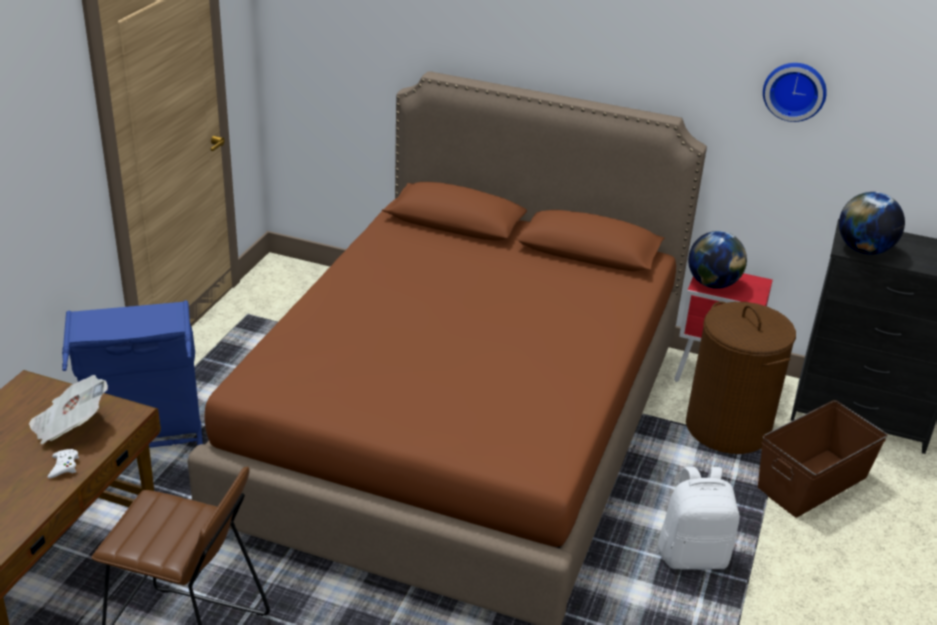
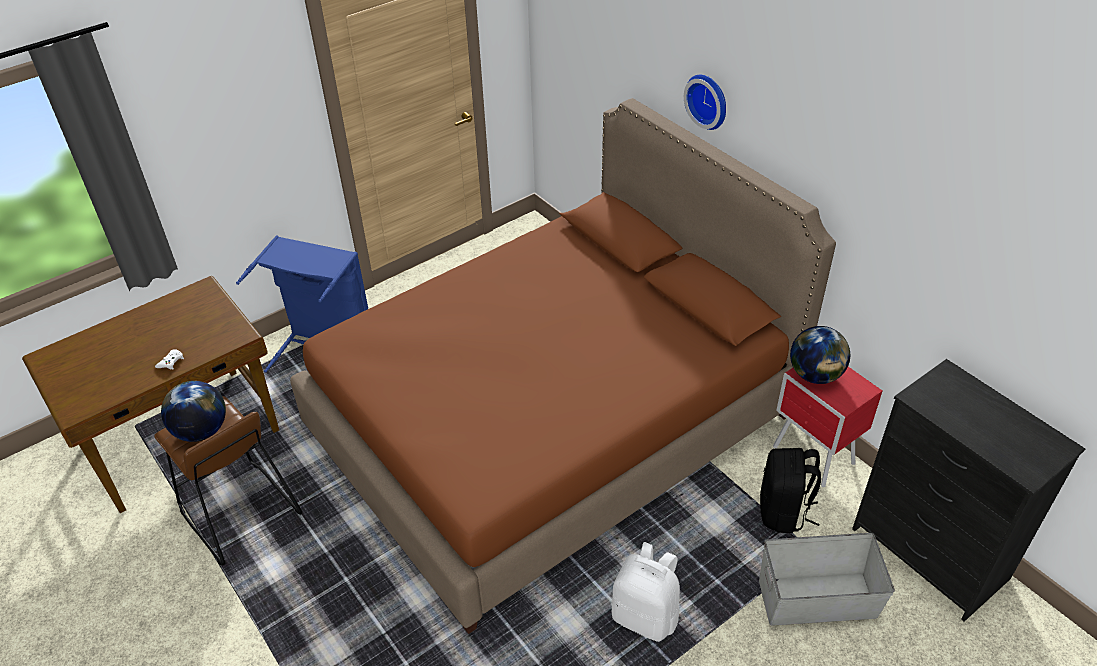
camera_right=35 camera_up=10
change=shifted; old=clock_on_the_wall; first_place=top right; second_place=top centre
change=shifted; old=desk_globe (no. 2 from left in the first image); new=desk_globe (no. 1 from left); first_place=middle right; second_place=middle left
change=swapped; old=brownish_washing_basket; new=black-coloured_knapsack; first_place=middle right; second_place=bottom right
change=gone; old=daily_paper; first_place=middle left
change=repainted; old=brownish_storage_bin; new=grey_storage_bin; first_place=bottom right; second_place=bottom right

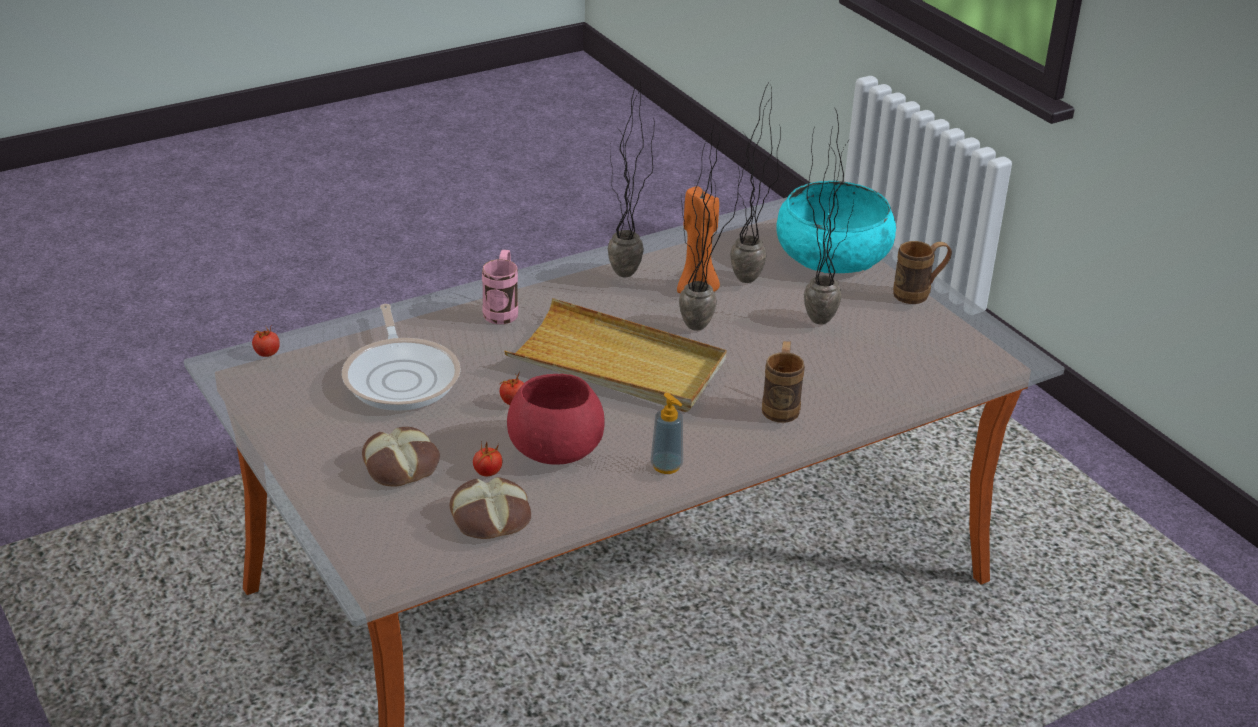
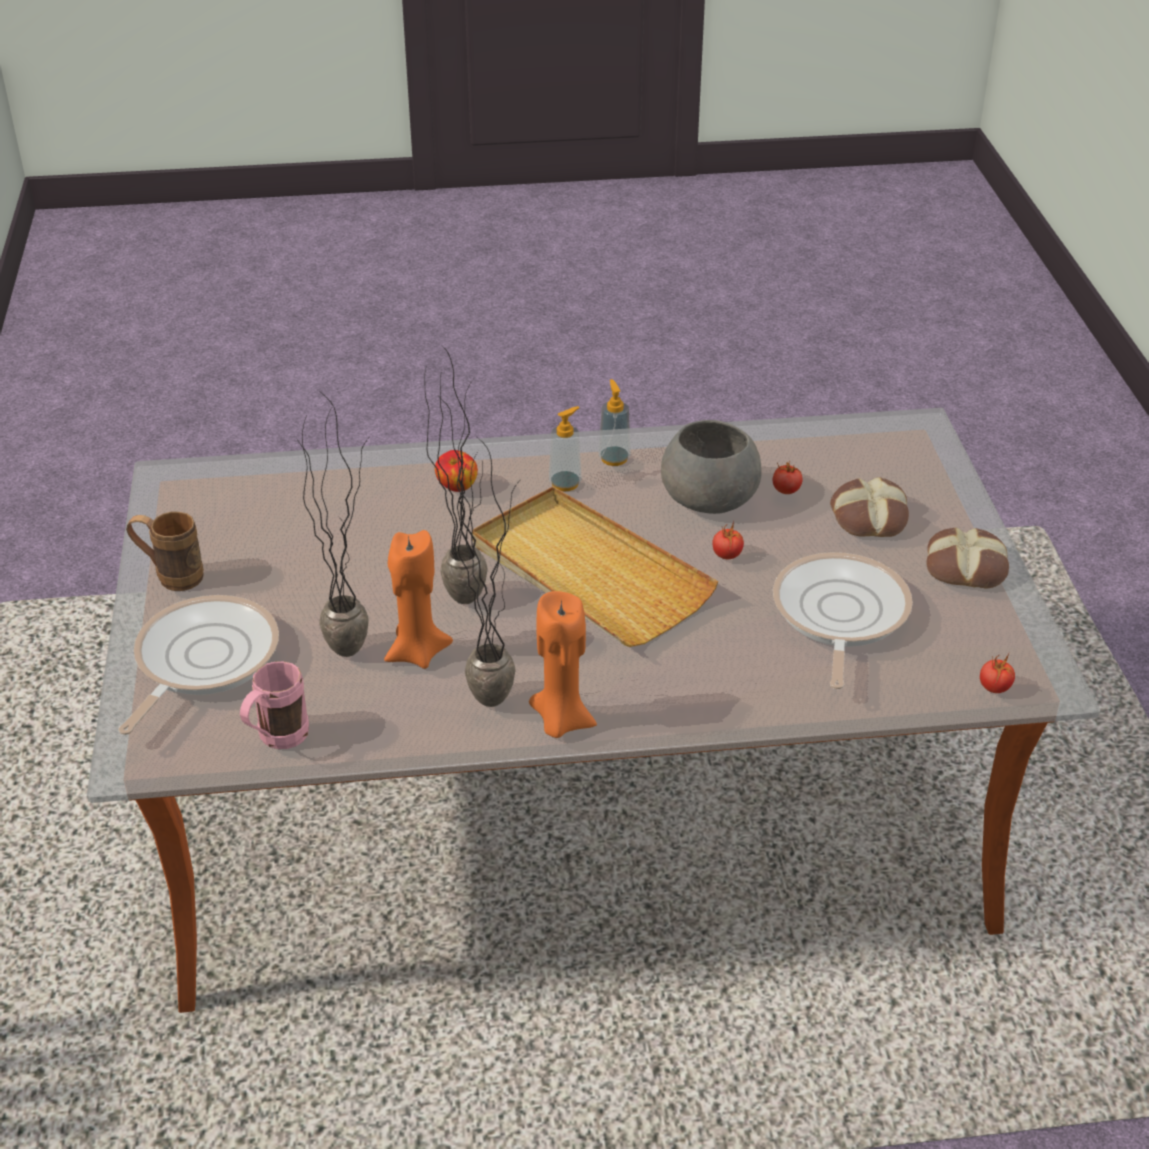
camera_right=-155 camera_up=5
change=gone; old=houseplant (no. 4 from left); first_place=top centre
change=swapped; old=turquoise-coloured_deep_dish; new=pan (no. 1 from left); first_place=top centre; second_place=middle left
change=shifted; old=pink-coloured_coffee_mug; first_place=centre; second_place=middle left
change=swapped; old=brownish_coffee_mug (no. 1 from left); new=whole_apple; first_place=centre; second_place=centre
change=repainted; old=red_deep_dish; new=grey_deep_dish; first_place=centre; second_place=centre
change=shifted; old=bread (no. 2 from left); first_place=bottom centre; second_place=middle right
change=new; new=soap_dispenser (no. 1 from left); second_place=centre
change=new; new=orange_wax_light (no. 2 from left); second_place=centre

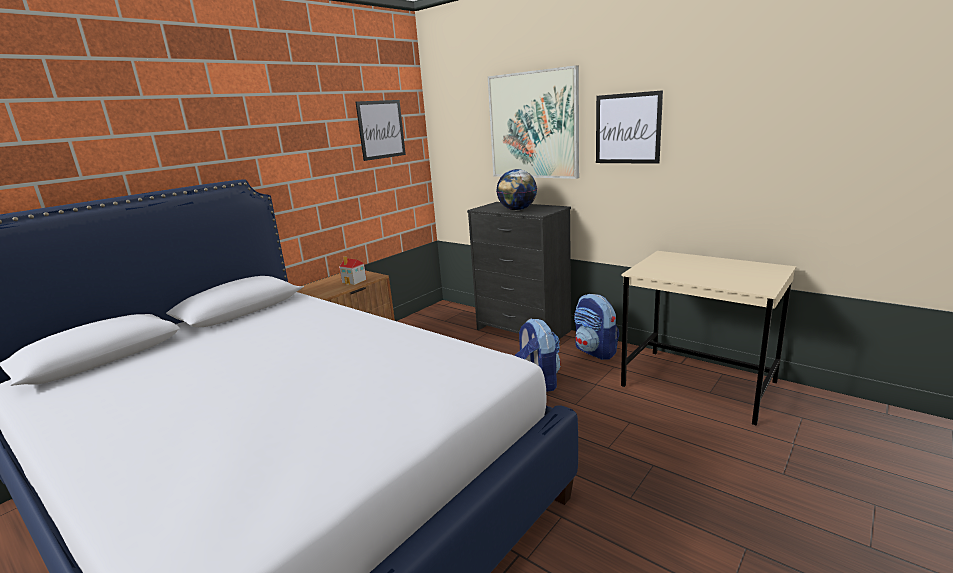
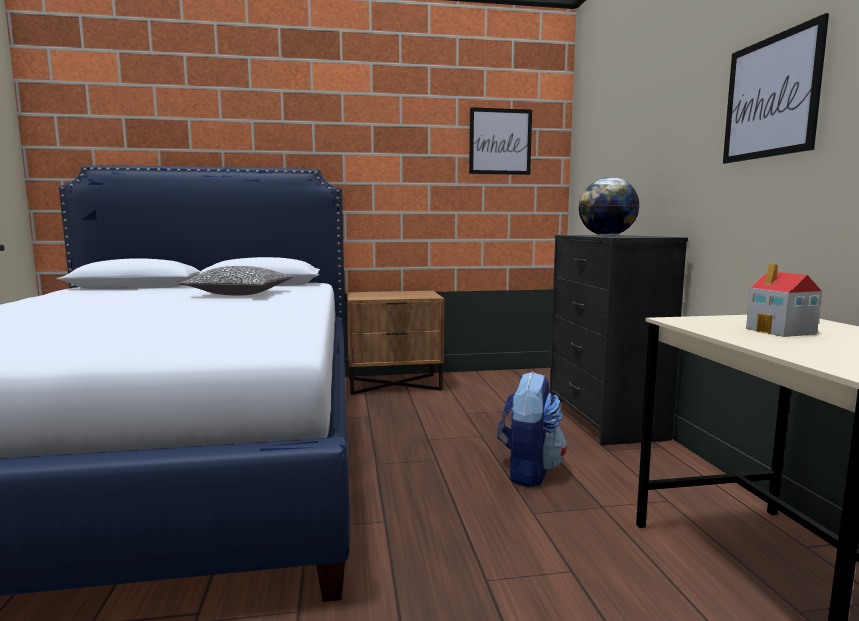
camera_right=40 camera_up=-10
change=gone; old=wall_picture (no. 2 from left); first_place=top centre
change=shifted; old=toy_house; first_place=centre; second_place=middle right
change=gone; old=knapsack (no. 2 from left); first_place=centre
change=new; new=pillow; second_place=middle left

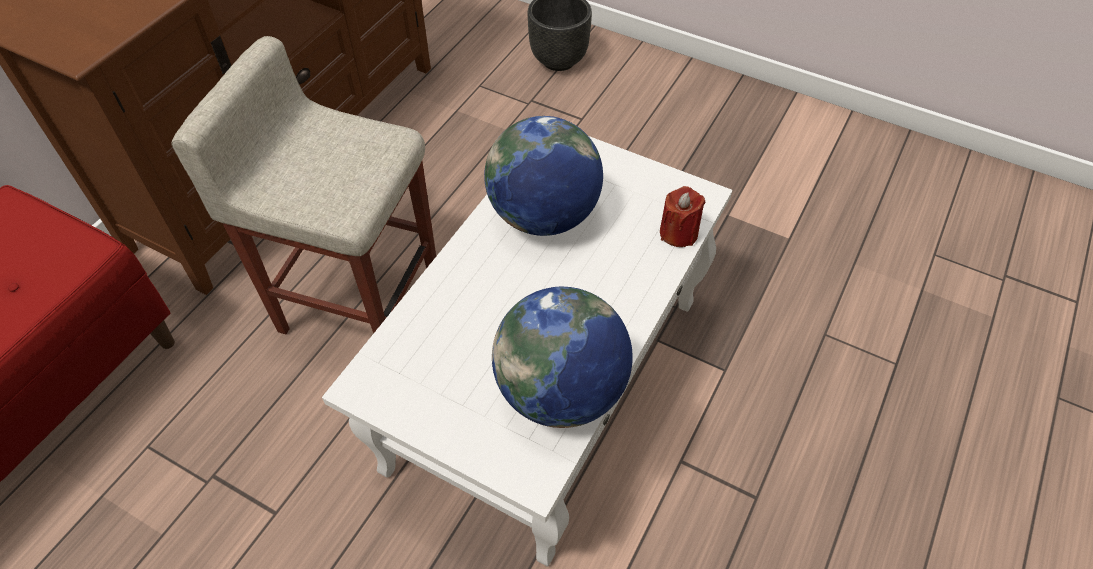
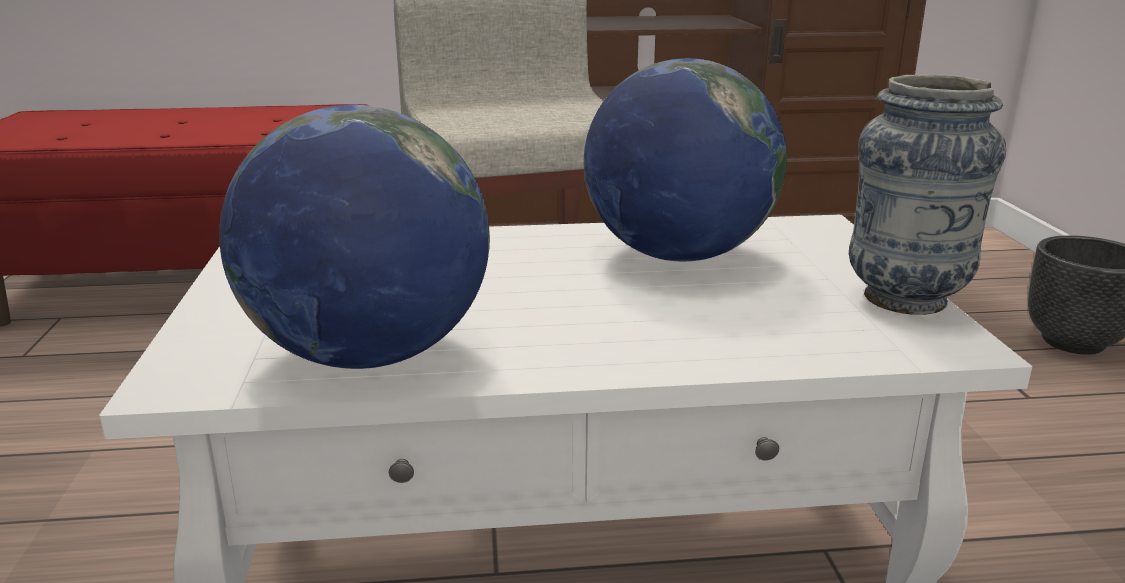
camera_right=55 camera_up=-30
change=gone; old=red_wax_light; first_place=centre
change=new; new=vase; second_place=middle right

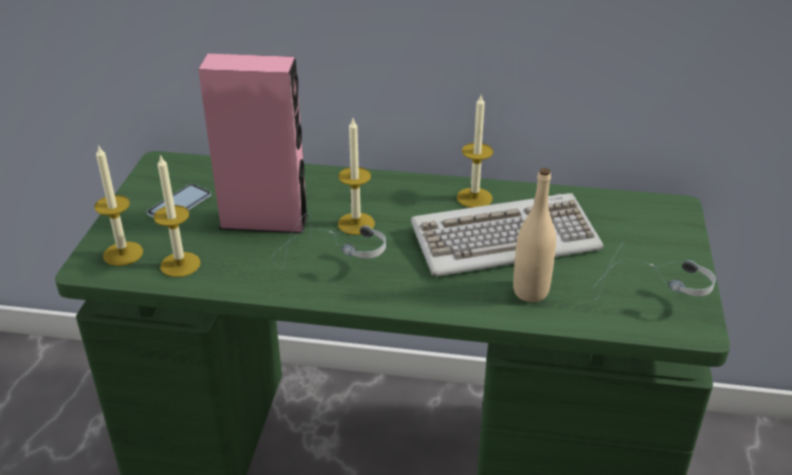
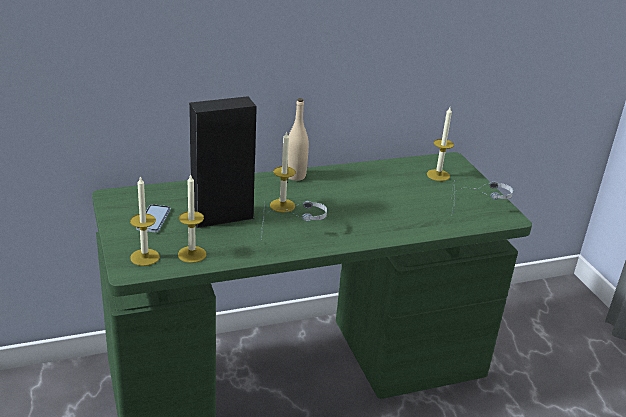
camera_right=-30 camera_up=-5
change=repainted; old=pink-coloured_loudspeaker; new=black-coloured_loudspeaker; first_place=top left; second_place=centre
change=shifted; old=wax_light (no. 4 from left); first_place=top centre; second_place=middle right
change=shifted; old=sand-coloured_beverage_bottle; first_place=middle right; second_place=centre
change=gone; old=PC_keyboard; first_place=centre

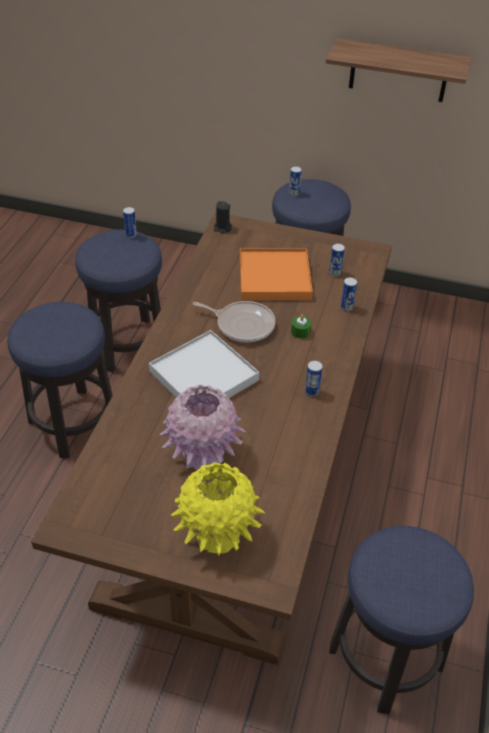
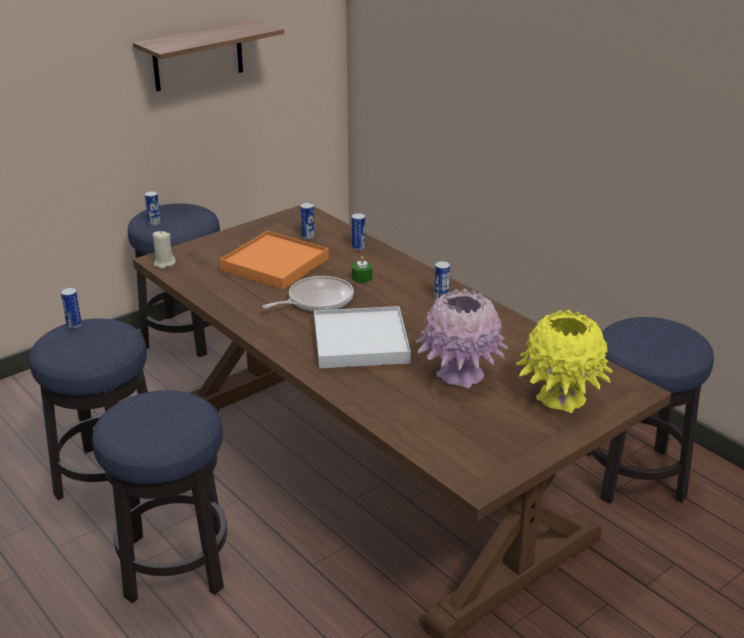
camera_right=-55 camera_up=-15
change=repainted; old=black-coloured_wax_light; new=sand-coloured_wax_light; first_place=top centre; second_place=middle left

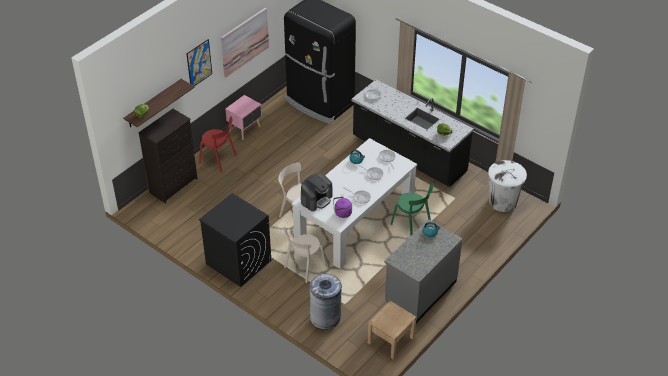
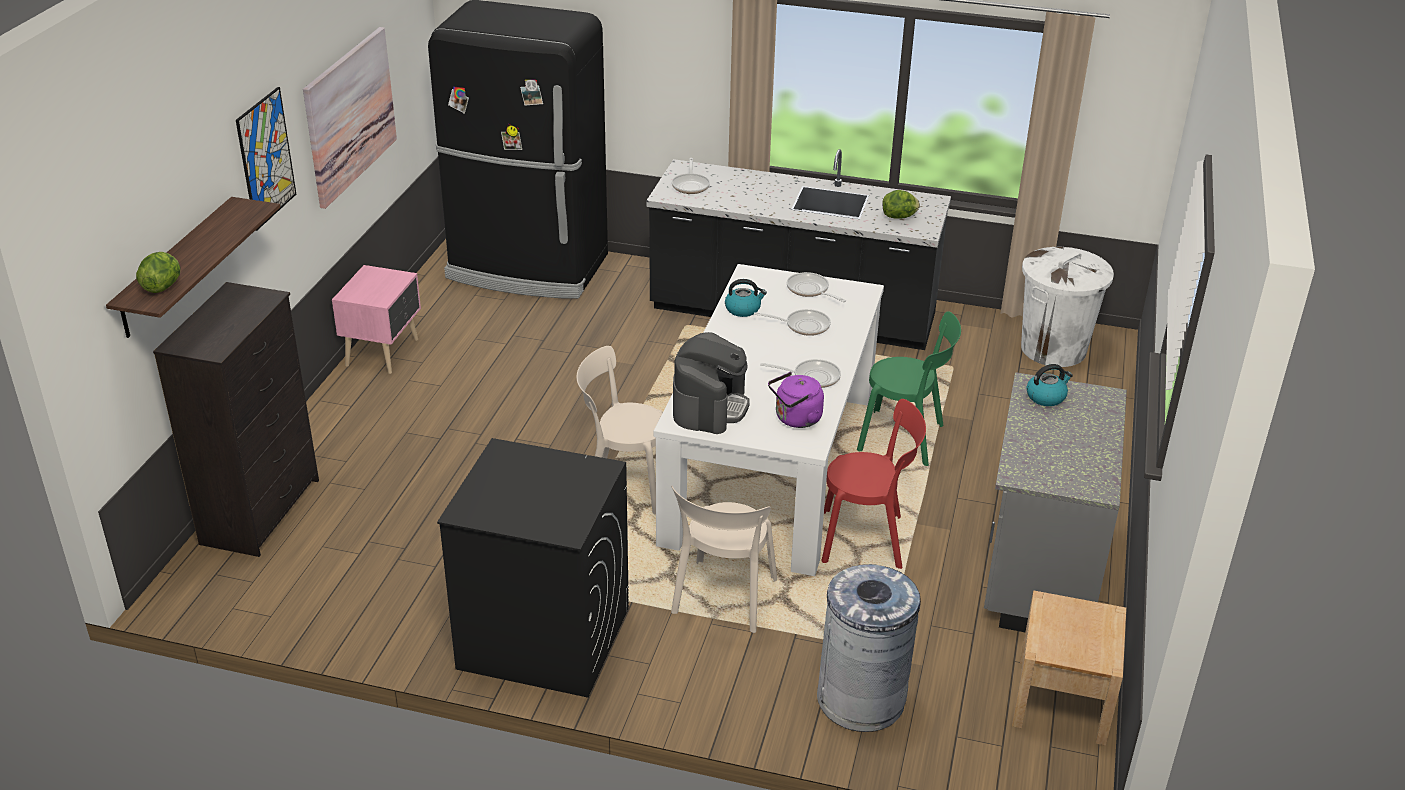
camera_right=-25 camera_up=-10
change=shifted; old=red_chair; first_place=middle left; second_place=centre

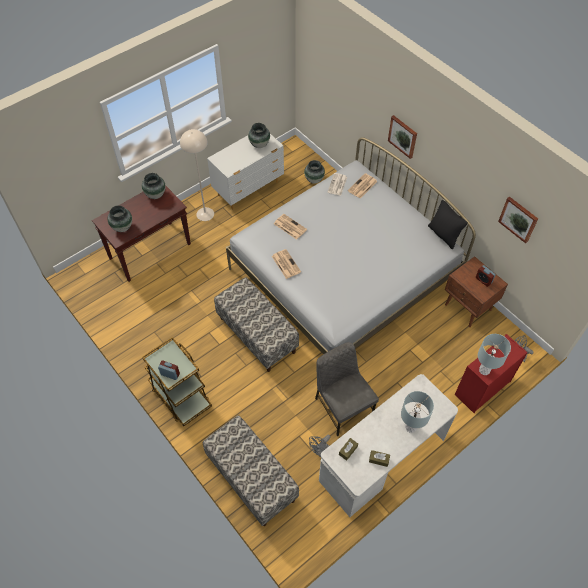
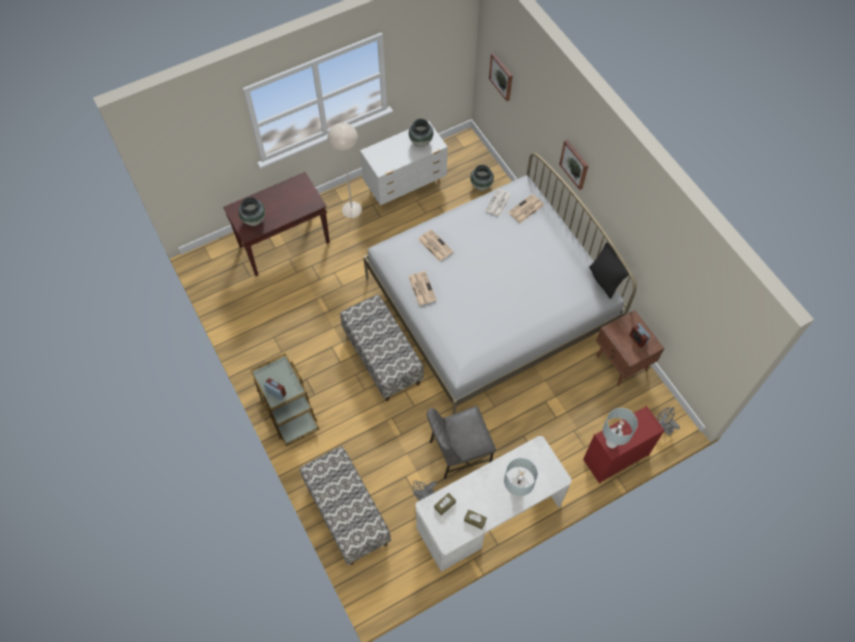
camera_right=10 camera_up=5
change=gone; old=vase (no. 2 from left); first_place=top left
change=shifted; old=wall_picture (no. 2 from left in the first image); new=wall_picture (no. 1 from left); first_place=middle right; second_place=top centre
change=rotated; old=grey_chair; first_place=centre; second_place=bottom centre; degrees=-90

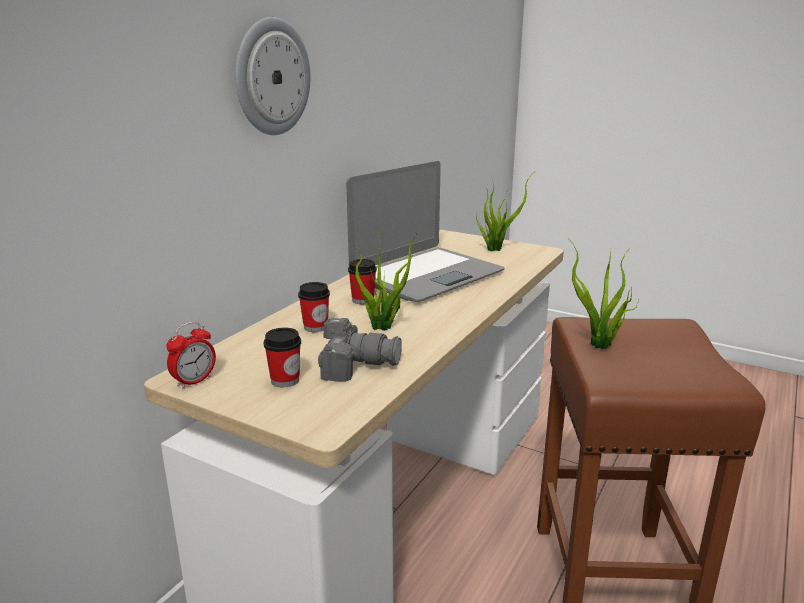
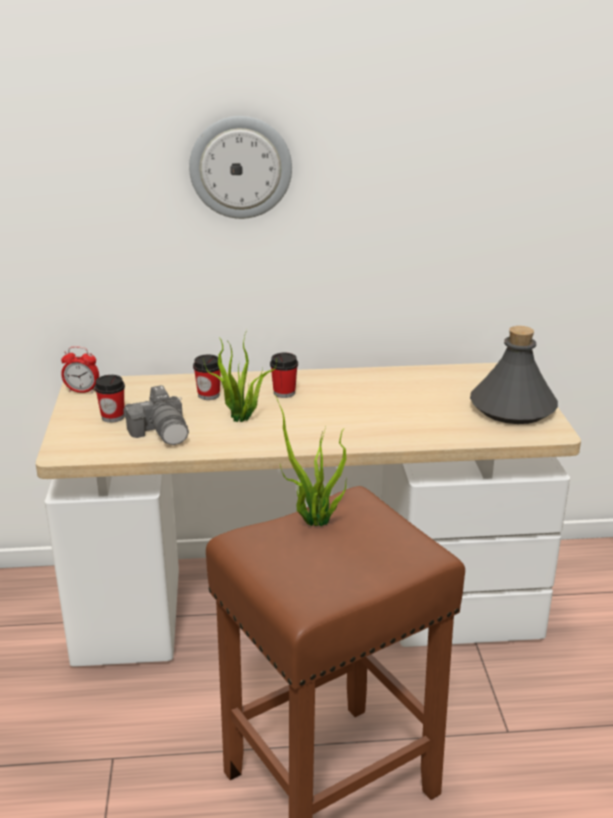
camera_right=55 camera_up=5
change=gone; old=laptop; first_place=centre
change=swapped; old=houseplant (no. 2 from left); new=grey_beverage_bottle; first_place=centre; second_place=middle right

